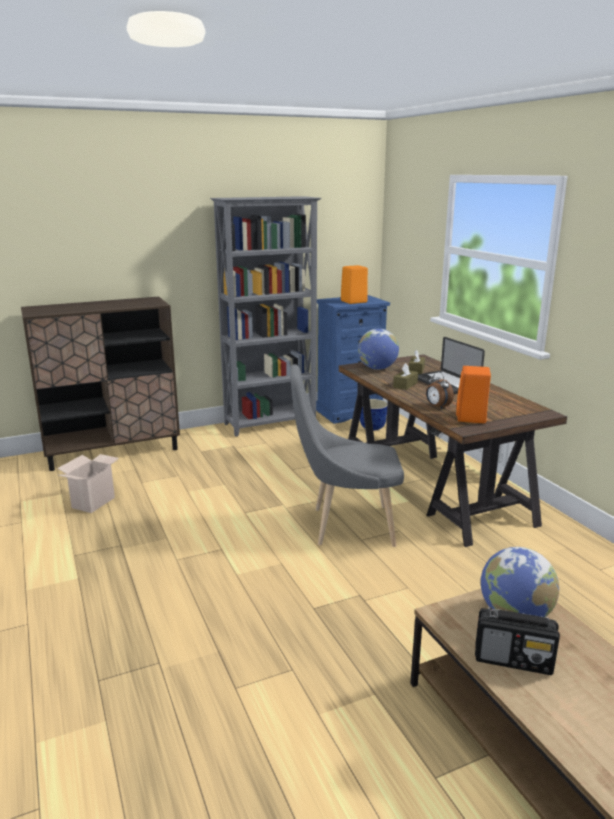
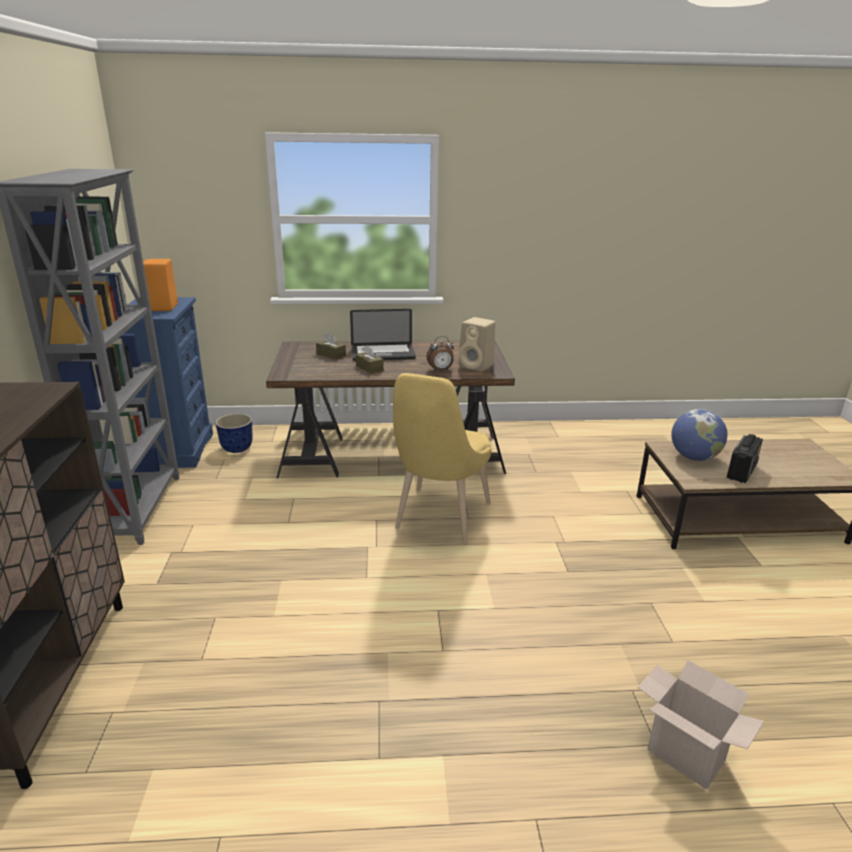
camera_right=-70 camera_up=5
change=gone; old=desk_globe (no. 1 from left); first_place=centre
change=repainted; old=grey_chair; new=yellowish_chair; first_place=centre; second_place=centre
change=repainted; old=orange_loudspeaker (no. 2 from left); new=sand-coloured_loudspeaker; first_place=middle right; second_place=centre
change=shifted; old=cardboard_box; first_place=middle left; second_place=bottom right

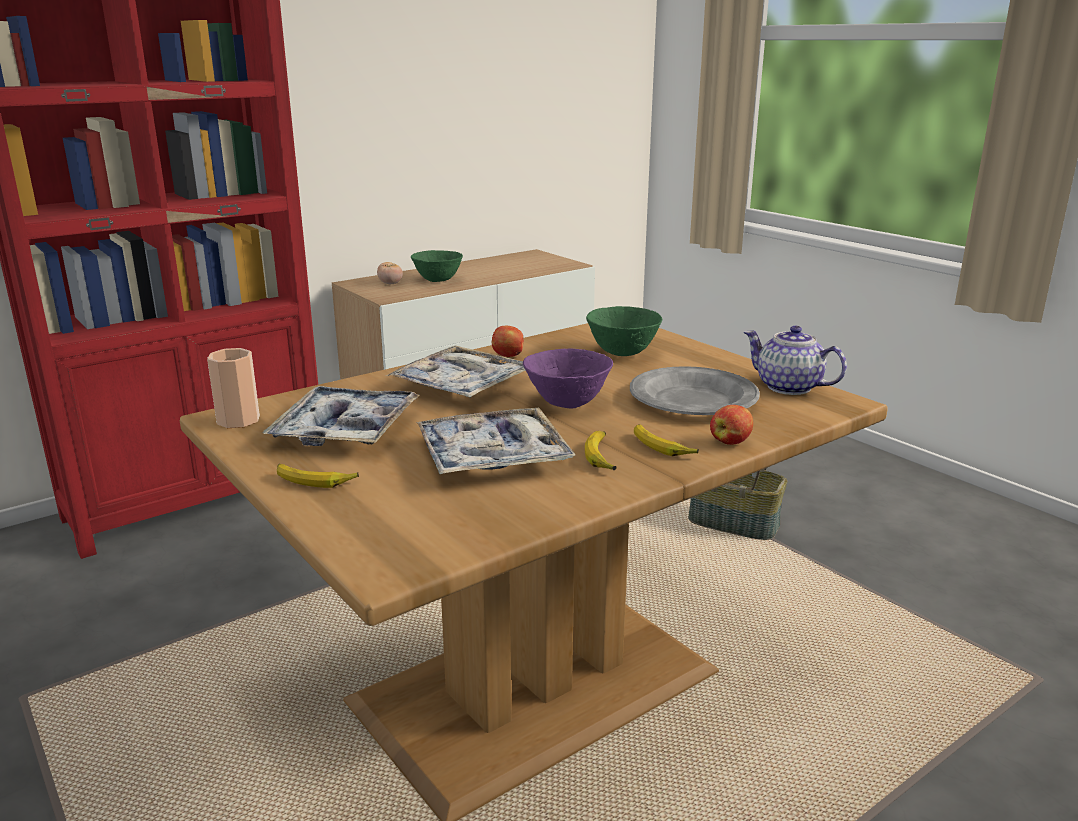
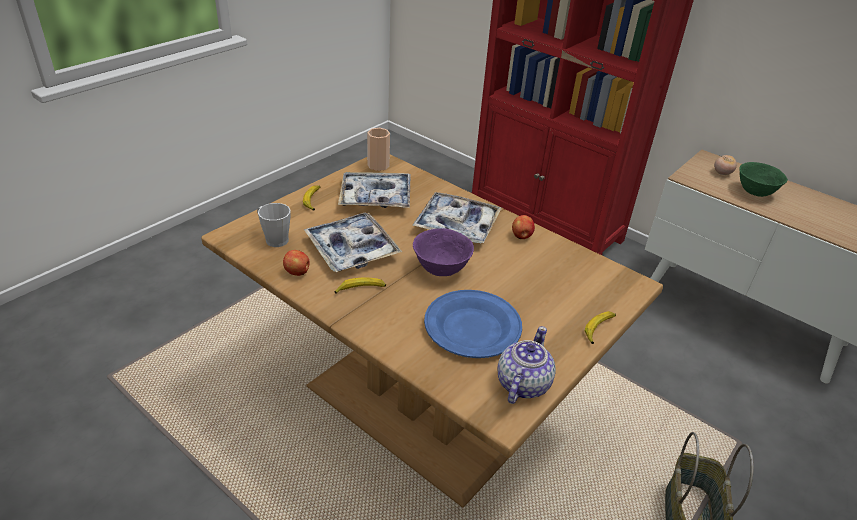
camera_right=75 camera_up=15
change=gone; old=greenish_deep_dish (no. 2 from left); first_place=centre
change=repainted; old=grey_dinner_plate; new=bluish_dinner_plate; first_place=centre; second_place=centre
change=shifted; old=whole_apple (no. 2 from left in the first image); new=whole_apple (no. 1 from left); first_place=middle right; second_place=centre
change=shifted; old=banana_fruit (no. 3 from left); first_place=centre; second_place=middle right
change=new; new=grey_coffee_mug; second_place=middle left

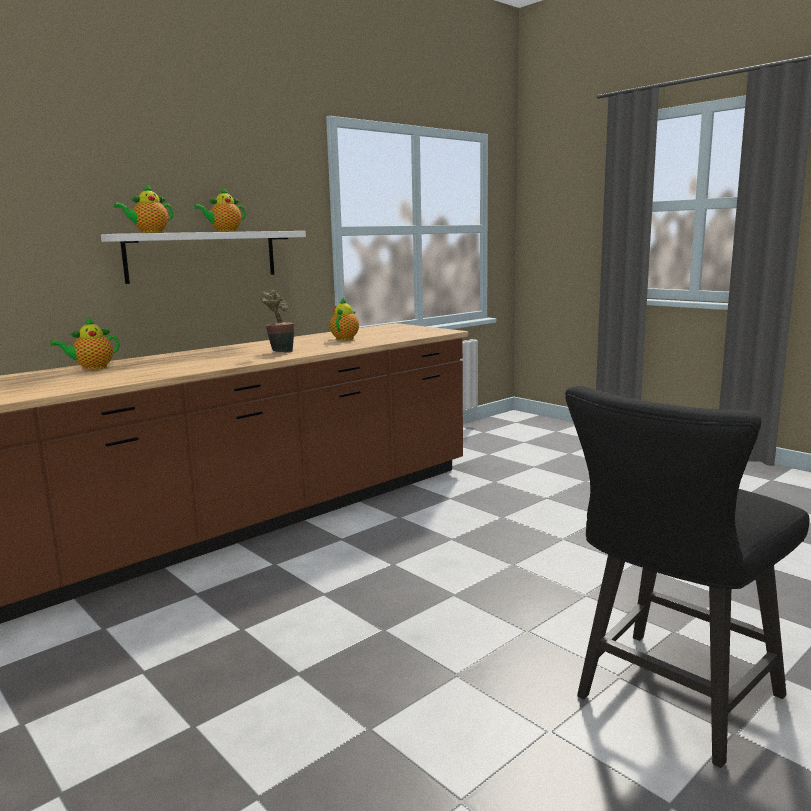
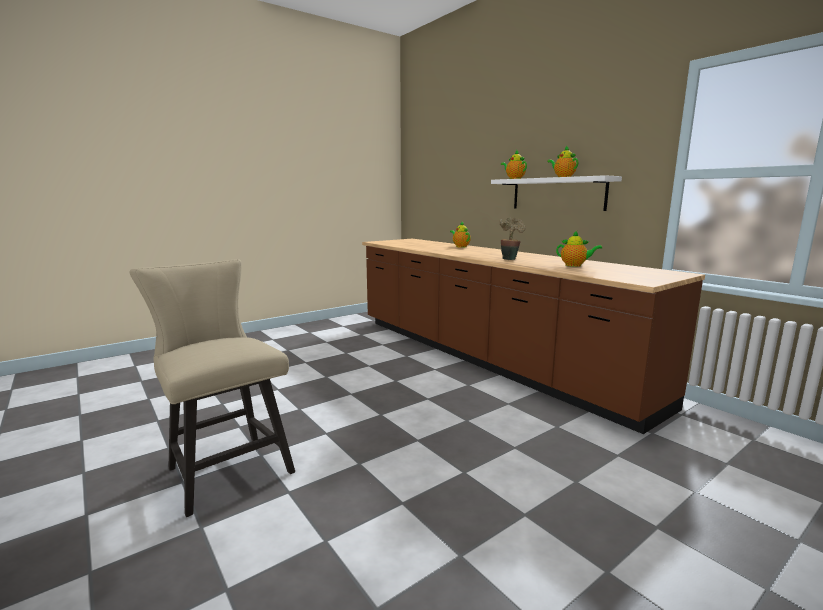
camera_right=95 camera_up=0
change=repainted; old=black-coloured_chair; new=sand-coloured_chair; first_place=bottom right; second_place=middle left

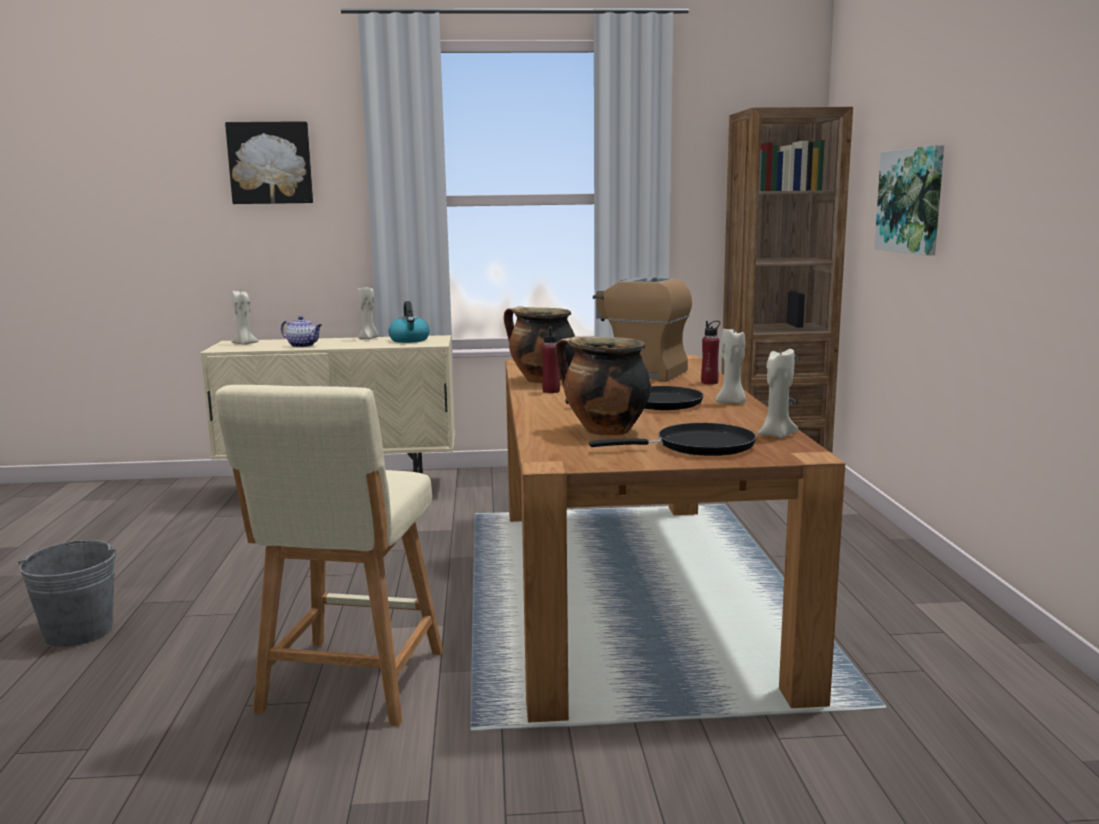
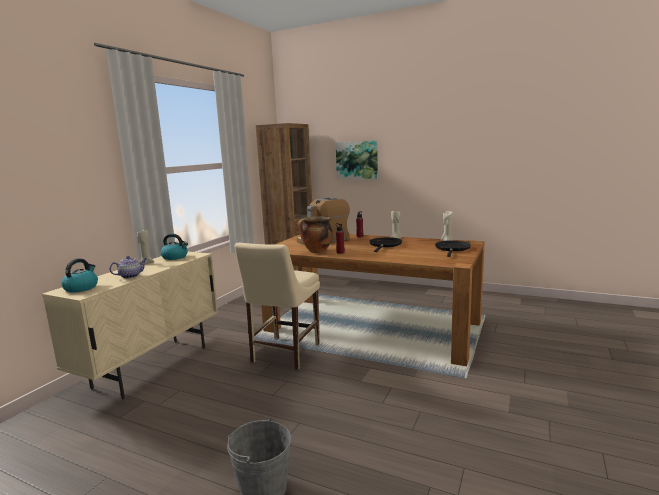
camera_right=-60 camera_up=0
change=gone; old=wall_picture (no. 1 from left); first_place=top left
change=swapped; old=sand-coloured_wax_light (no. 1 from left); new=kettle (no. 1 from left); first_place=middle left; second_place=middle left
change=gone; old=saucepot (no. 2 from left); first_place=centre
change=gone; old=sand-coloured_stool_seat; first_place=bottom left
change=new; new=sand-coloured_chair; second_place=centre

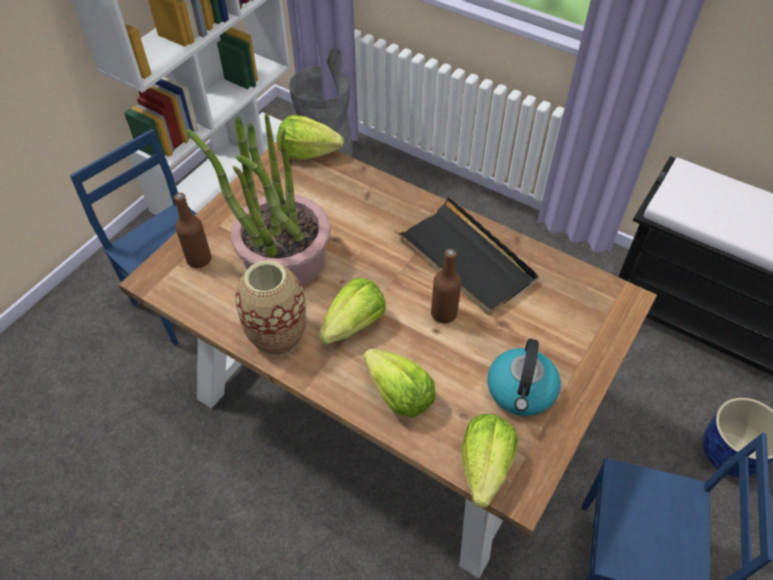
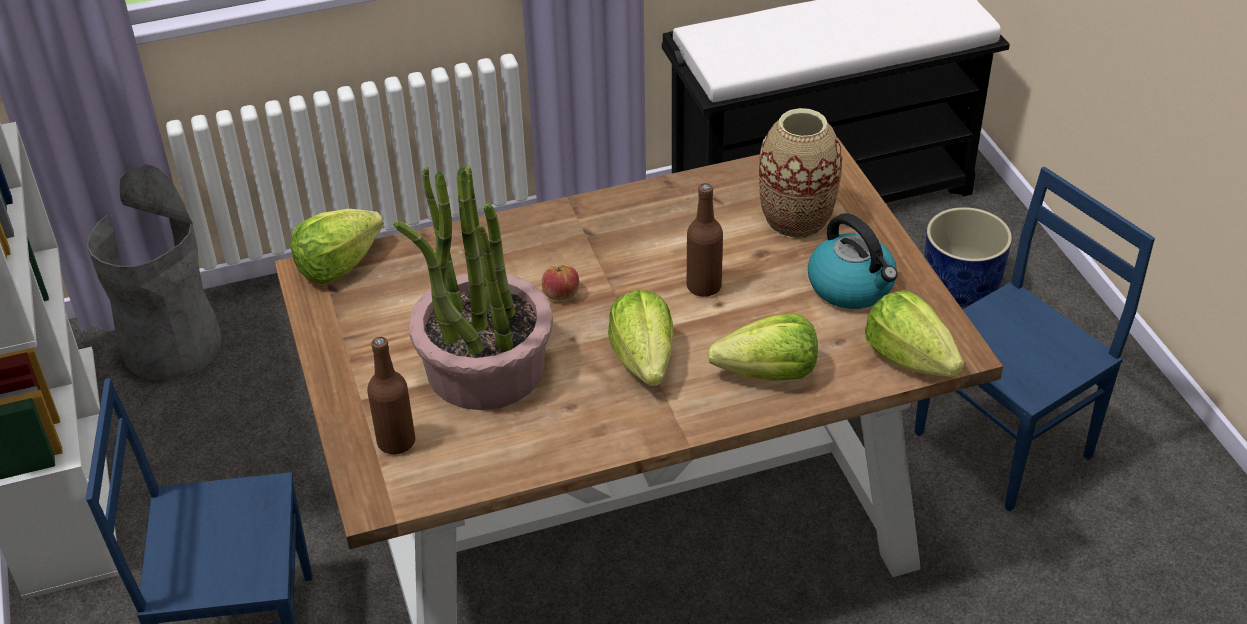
camera_right=-50 camera_up=-10
change=gone; old=black-coloured_tray; first_place=centre
change=shifted; old=vase; first_place=centre; second_place=top centre
change=new; new=whole_apple; second_place=centre

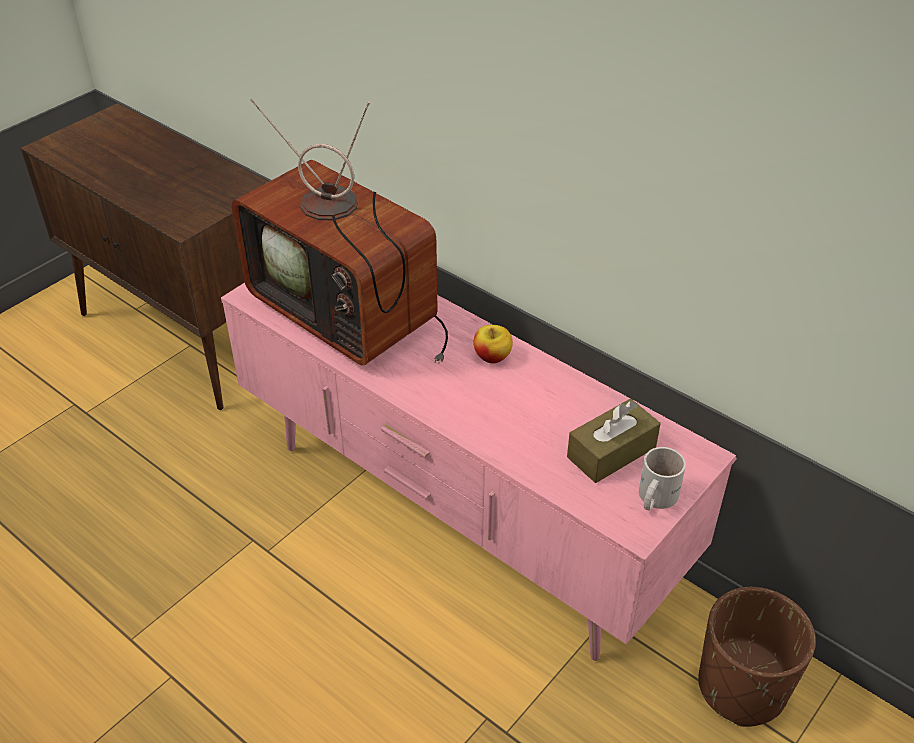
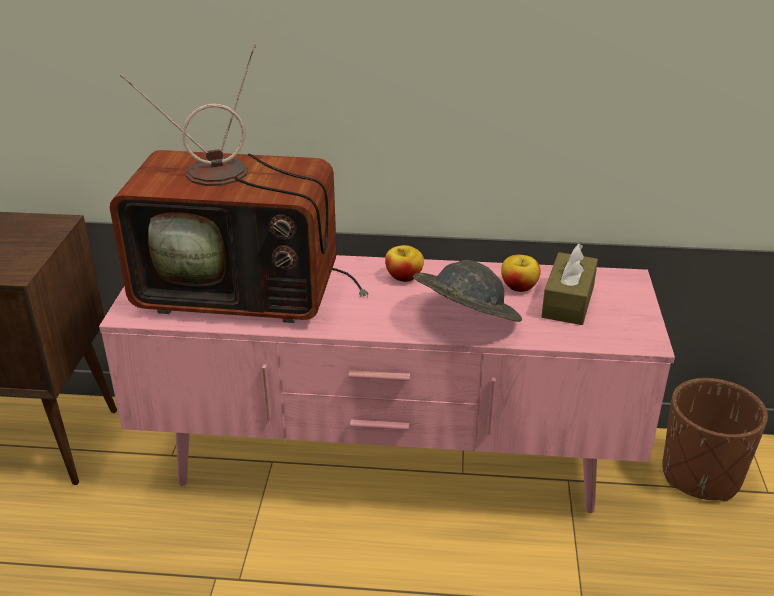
camera_right=-35 camera_up=-10
change=gone; old=white-coloured_coffee_mug; first_place=middle right
change=new; new=whole_apple (no. 2 from left); second_place=middle right
change=new; new=grey_clothing_hat; second_place=centre

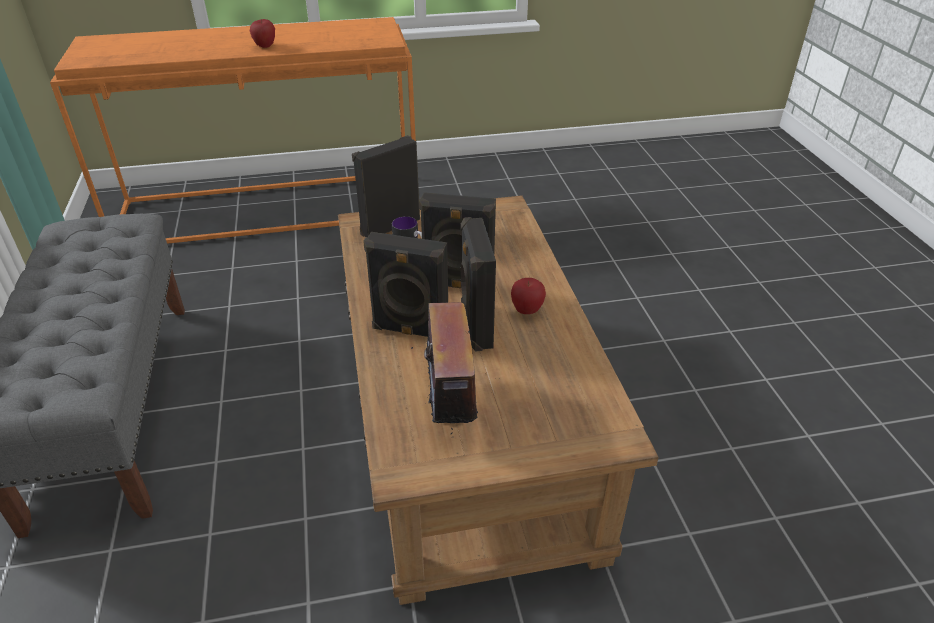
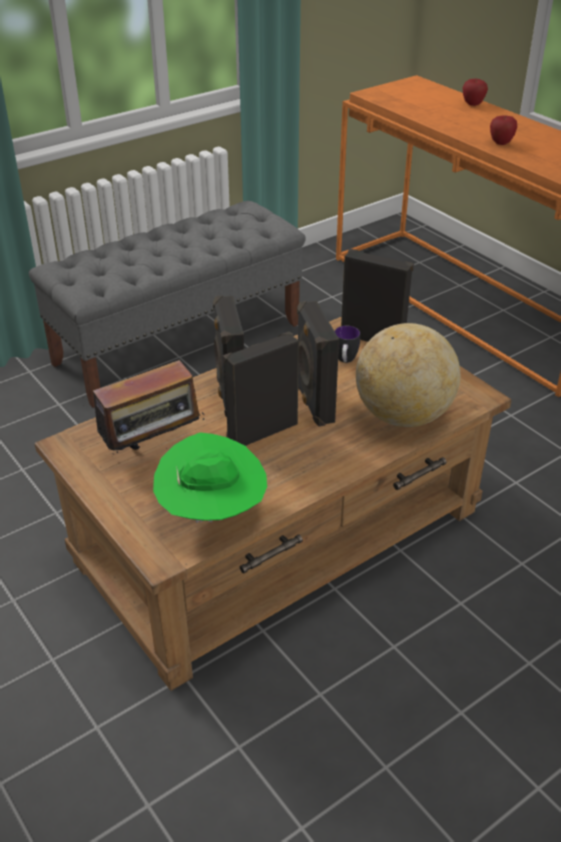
camera_right=65 camera_up=0
change=shifted; old=whole_apple (no. 2 from left in the first image); new=whole_apple (no. 1 from left); first_place=centre; second_place=top right
change=new; new=desk_globe; second_place=middle right
change=new; new=greenish_clothing_hat; second_place=centre

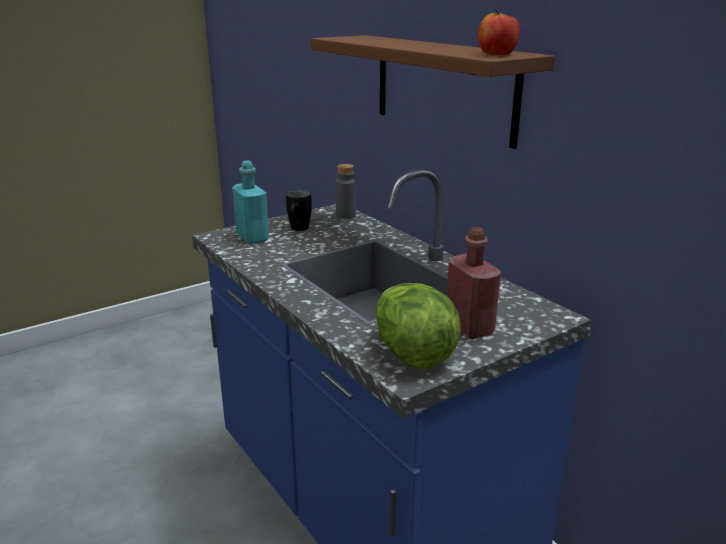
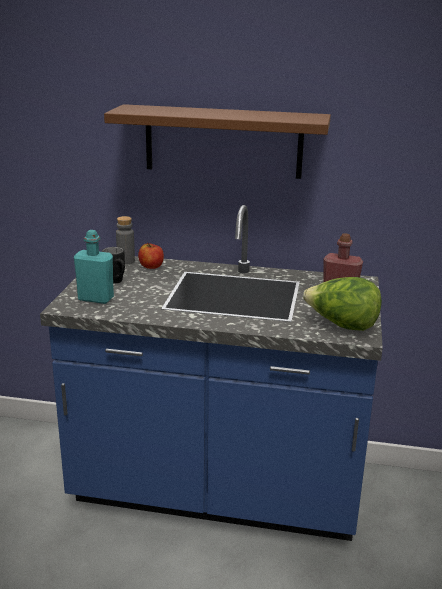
camera_right=-45 camera_up=0
change=shifted; old=whole_apple; first_place=top right; second_place=centre

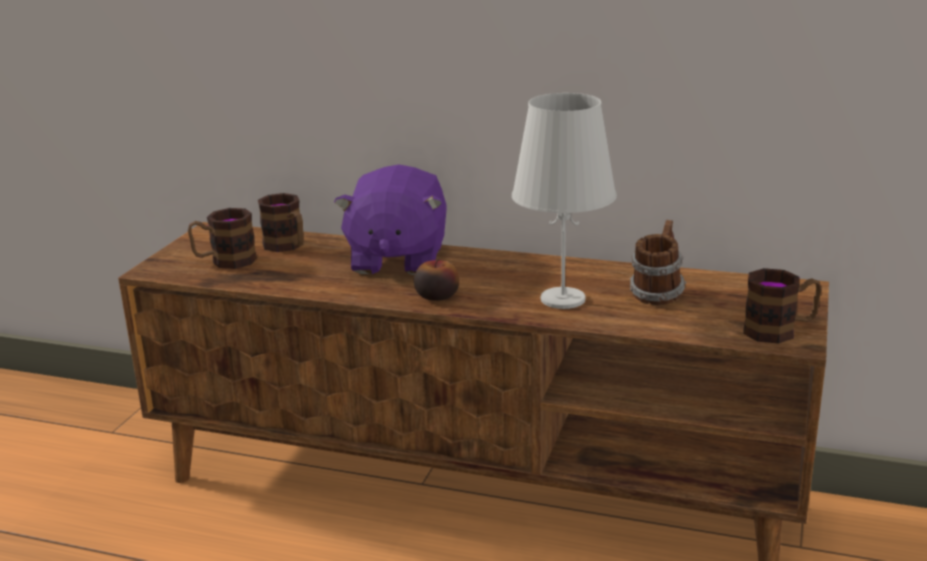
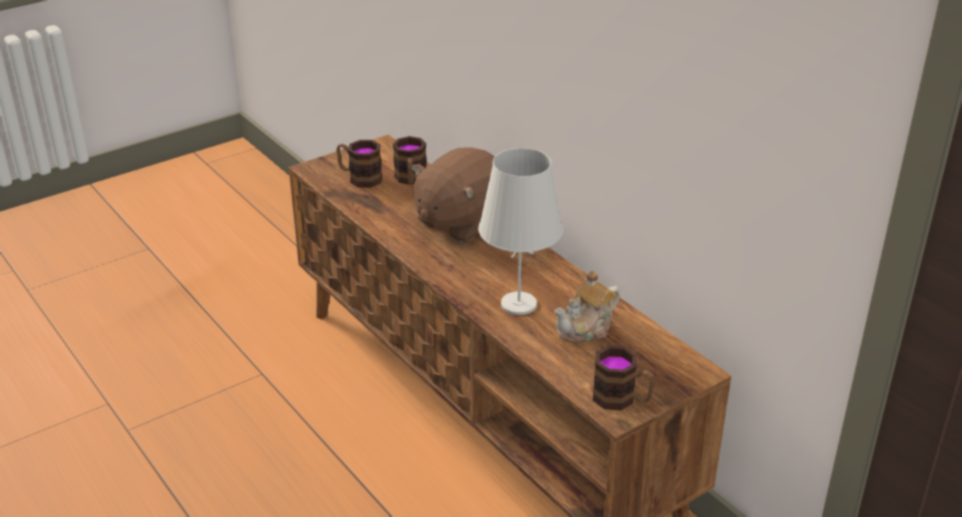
camera_right=35 camera_up=10
change=repainted; old=purple_soft_toy; new=brownish_soft_toy; first_place=centre; second_place=centre
change=swapped; old=coffee_mug (no. 3 from left); new=tea_pot; first_place=middle right; second_place=centre
change=gone; old=whole_apple; first_place=centre

